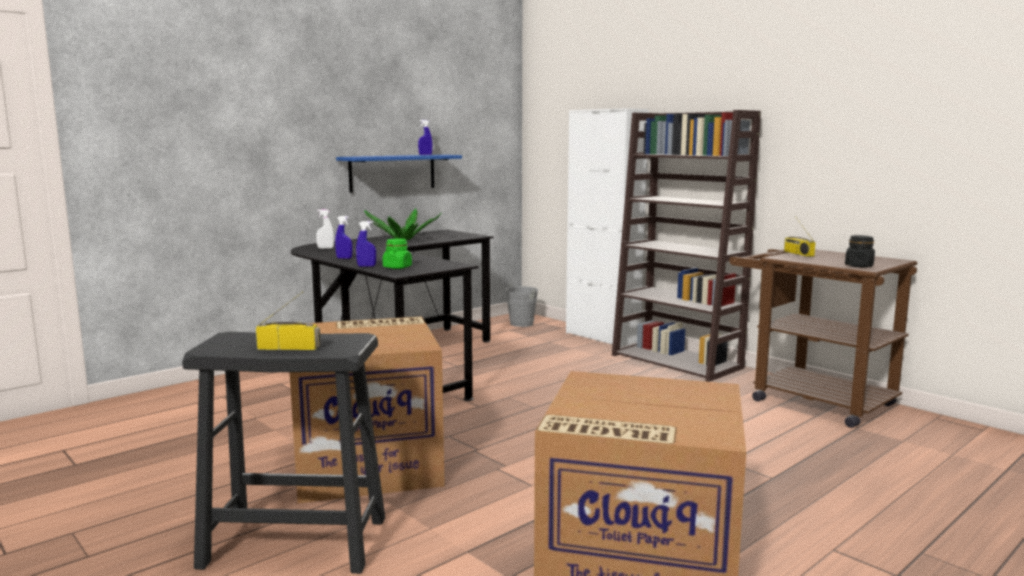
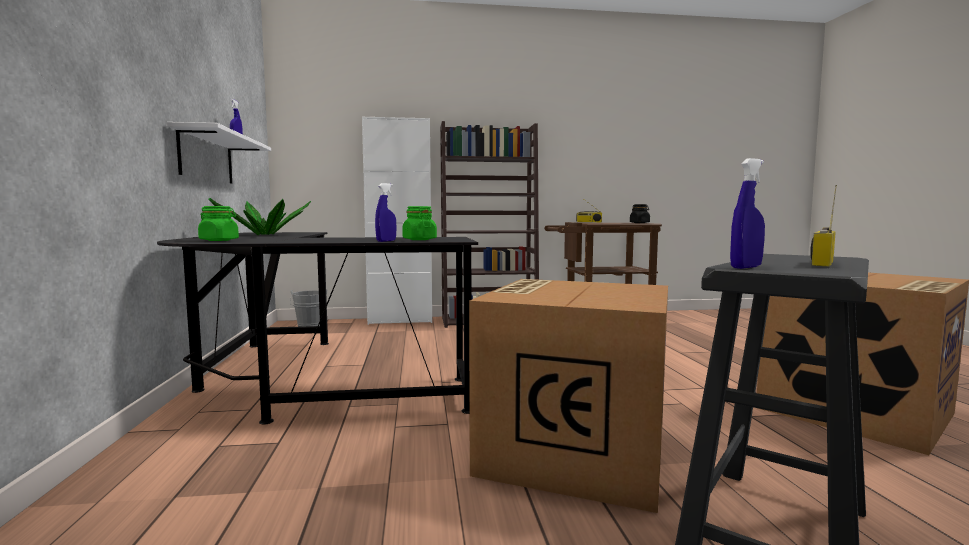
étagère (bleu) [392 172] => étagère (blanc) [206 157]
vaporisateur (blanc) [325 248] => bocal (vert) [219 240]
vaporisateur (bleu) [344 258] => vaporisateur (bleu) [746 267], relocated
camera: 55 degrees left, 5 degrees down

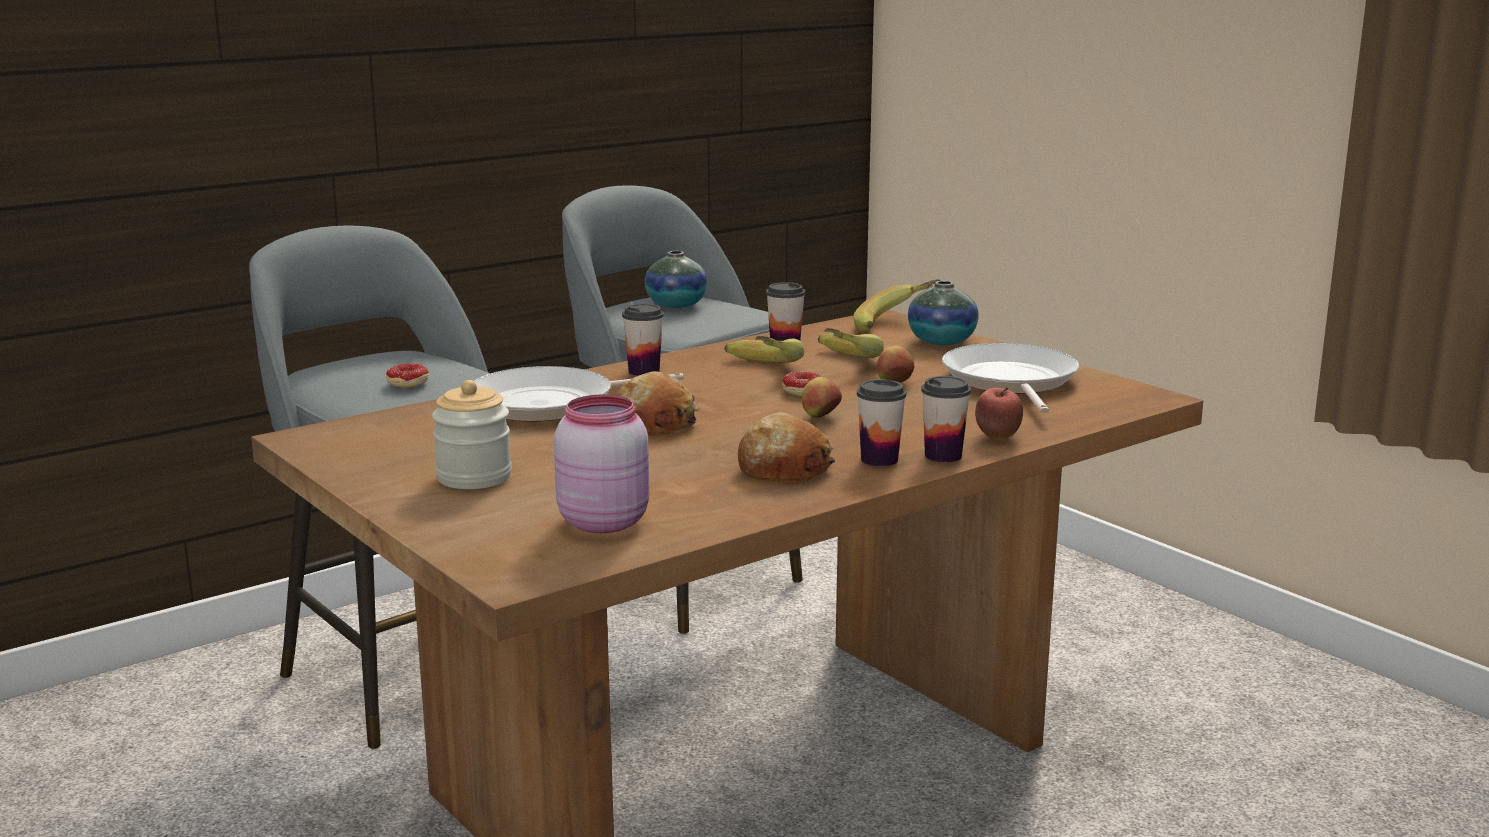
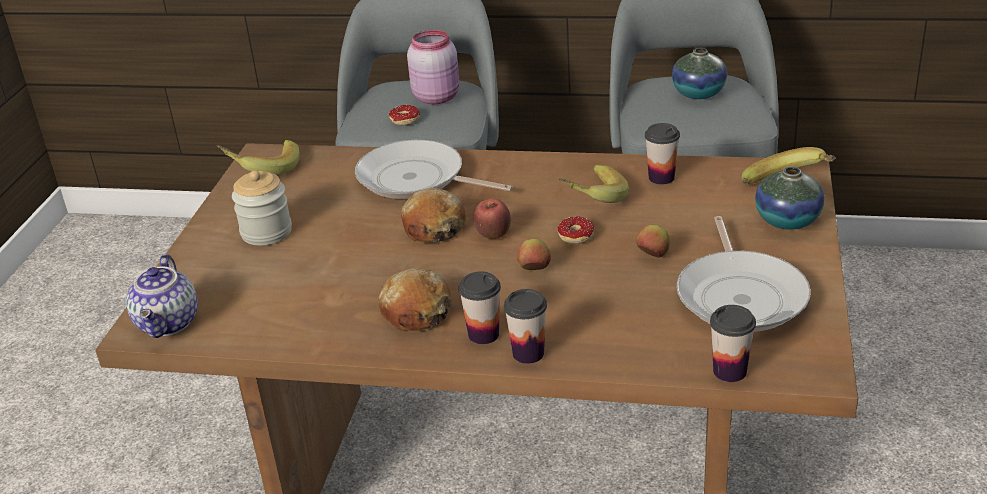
nothing => théière [169 323]
banane [838 363] => banane [263 169], relocated
bocal (rose) [603 521] => bocal (rose) [437 97], relocated
pomme [997 437] => pomme [493 235], relocated
poêle [1010 382] => poêle [741 295], 135 degrees clockwise
tasse [644 371] => tasse [729 371], relocated
camera: 50 degrees right, 15 degrees up

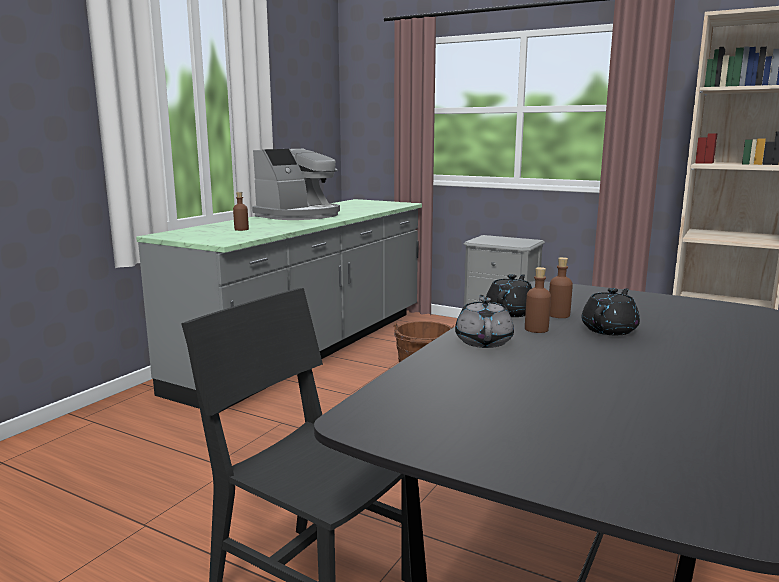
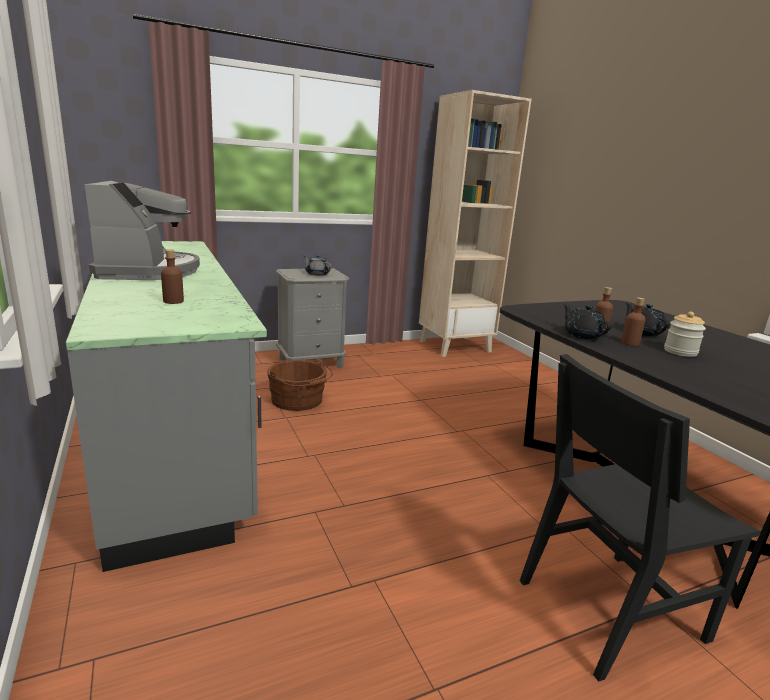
théière (gris) [484 341] => théière (gris) [317 274], relocated
nothing => bocal [680 352]
camera: 55 degrees left, 5 degrees up

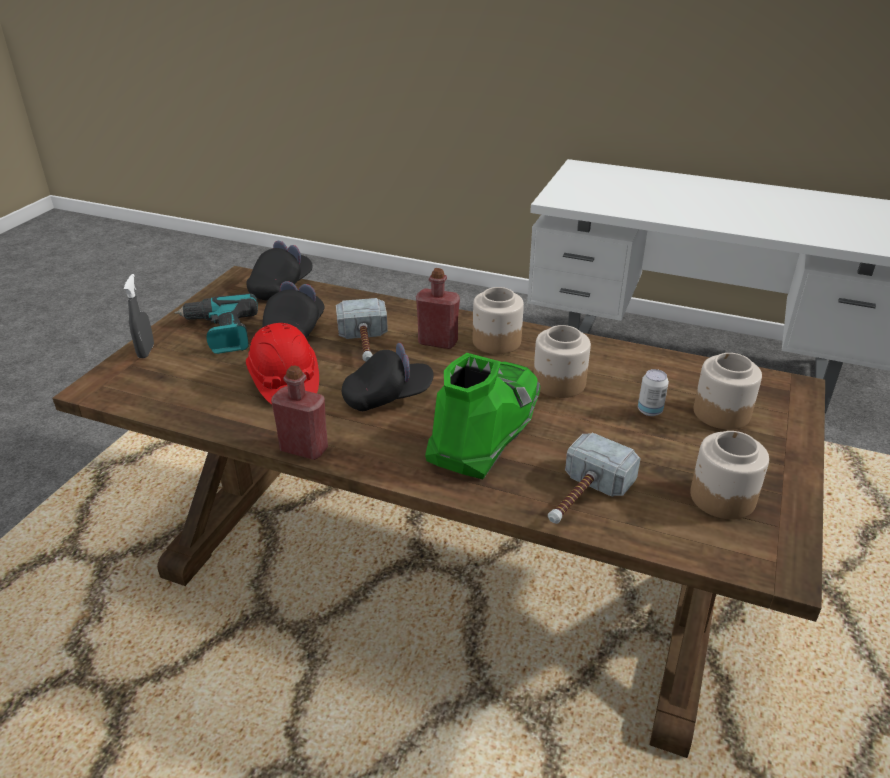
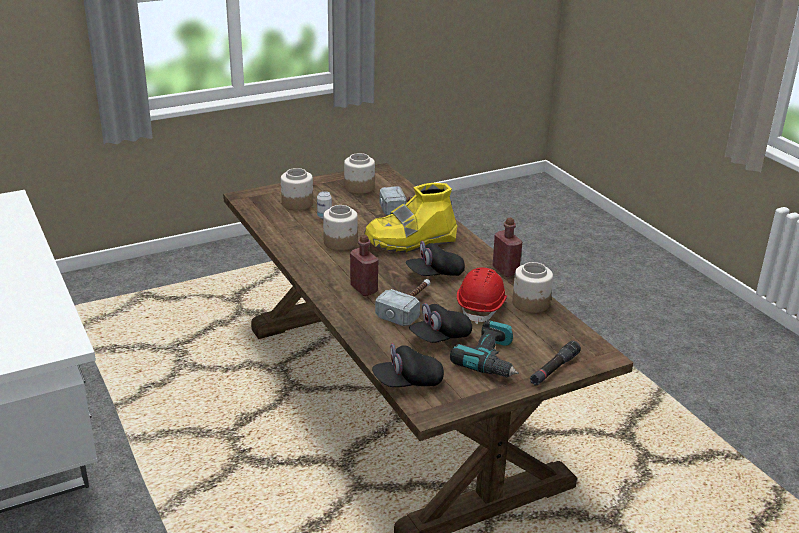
botte (vert) [485 431] => botte (jaune) [410 241]
casquette (noir) [388 397] => casquette (noir) [435 274], 45 degrees counterclockwise
bocal [496 341] => bocal [531 303], relocated
vaporisateur (gris) [146 351] => lampe de poche (noir) [554 369]
camera: 140 degrees left, 5 degrees down

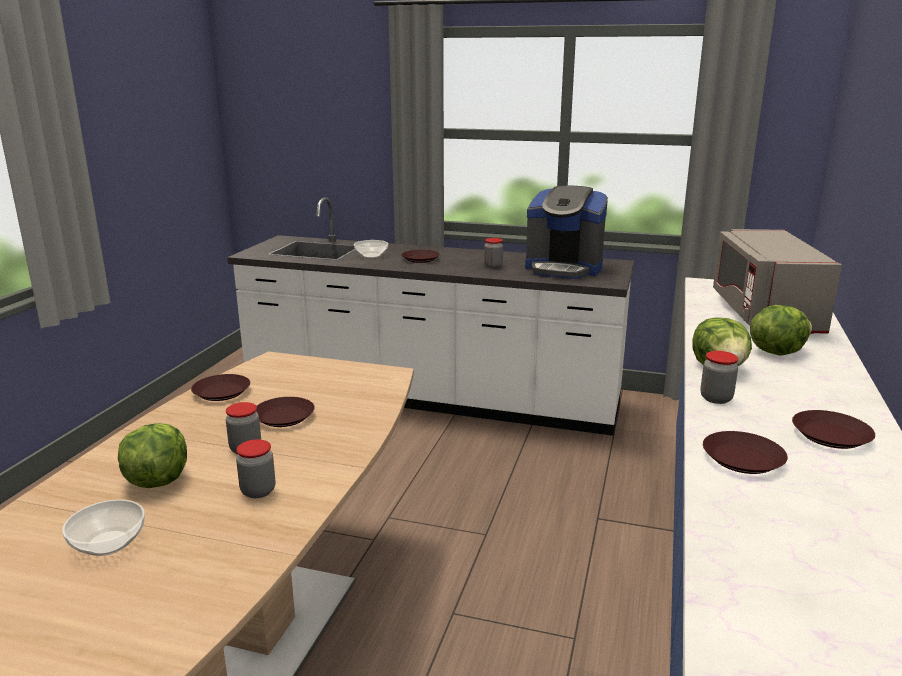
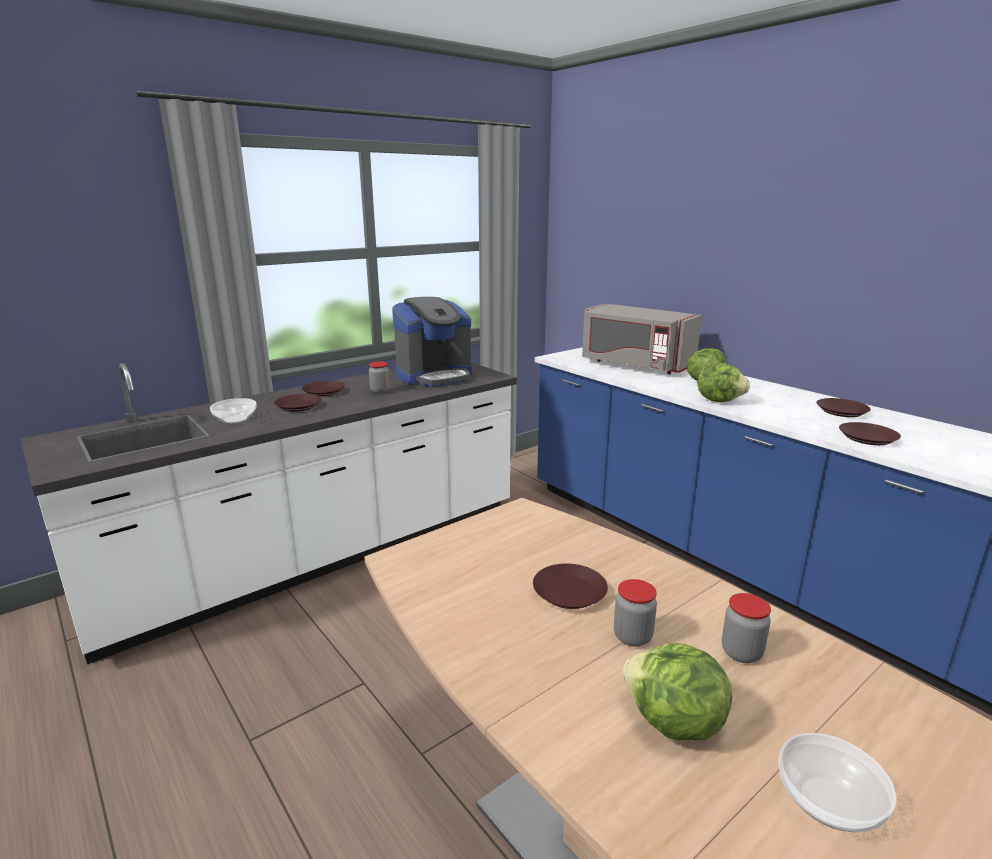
assiette (marron) [222 392] => assiette (marron) [324 392], relocated
bocal [716 398] => nothing
camera: 55 degrees left, 0 degrees up

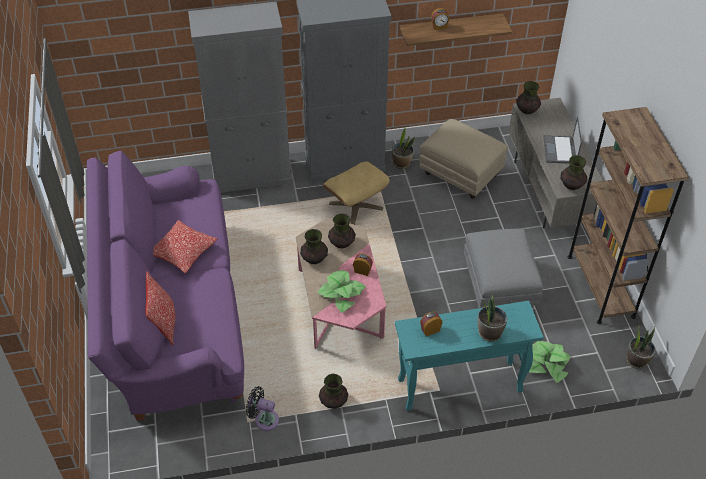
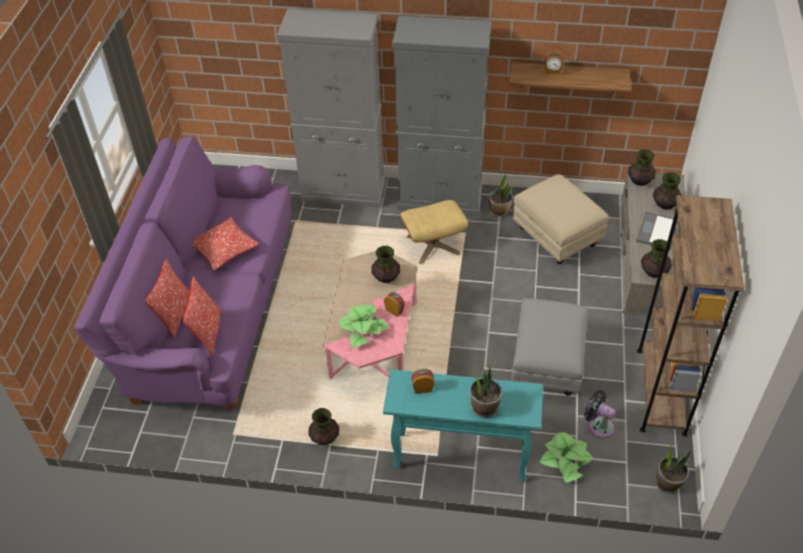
nothing => coussin [208 332]
ventilateur (noir) [264 419] => ventilateur (noir) [598 426], relocated
vase [314 259] => vase [665 204], relocated
camera: 20 degrees right, 0 degrees up

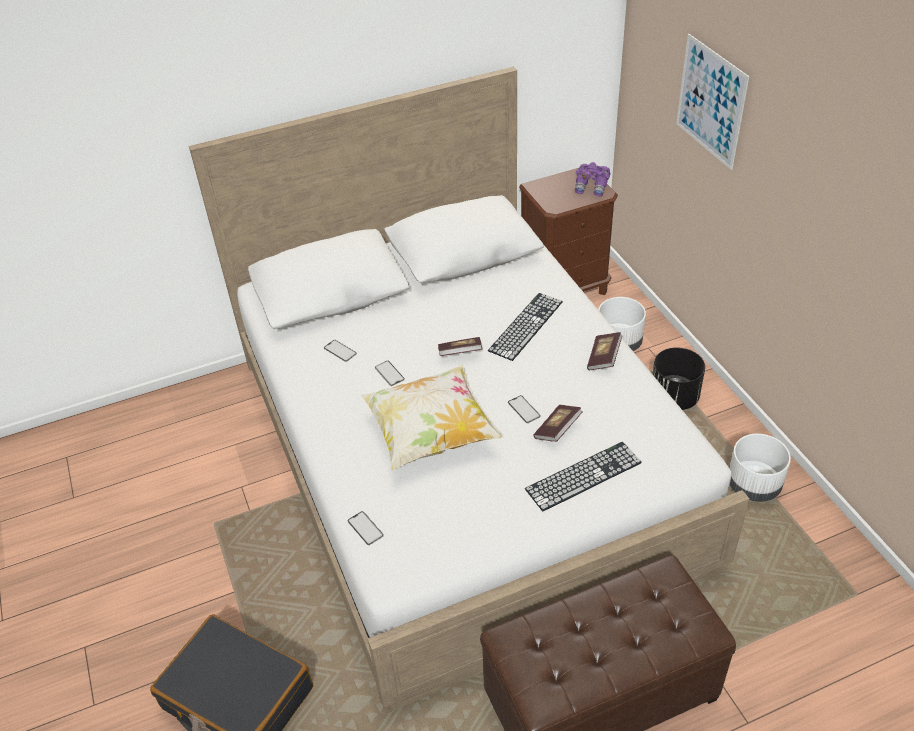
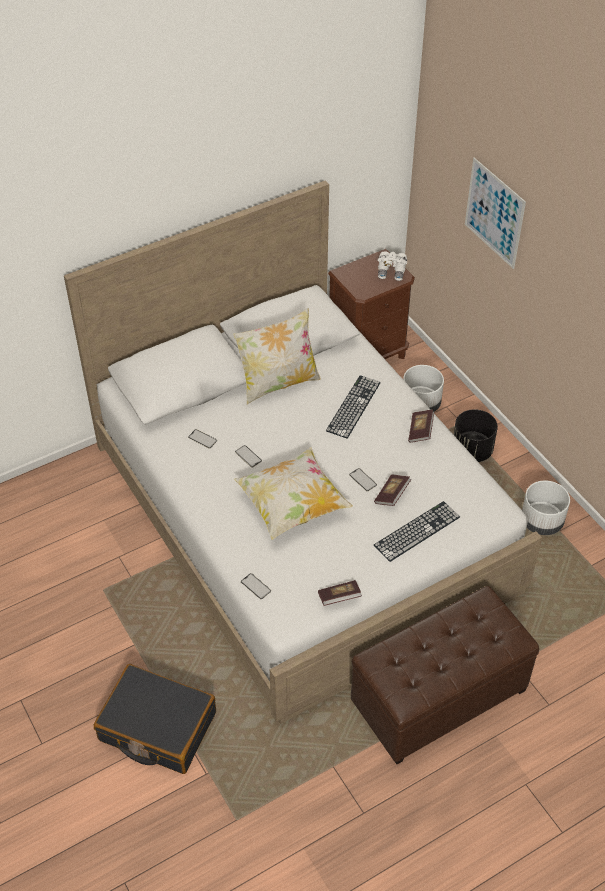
nothing => coussin [278 383]
livre [460 353] => livre [339 598], relocated
jumelles (violet) [591 187] => jumelles (blanc) [391 272]
camera: 10 degrees left, 5 degrees up

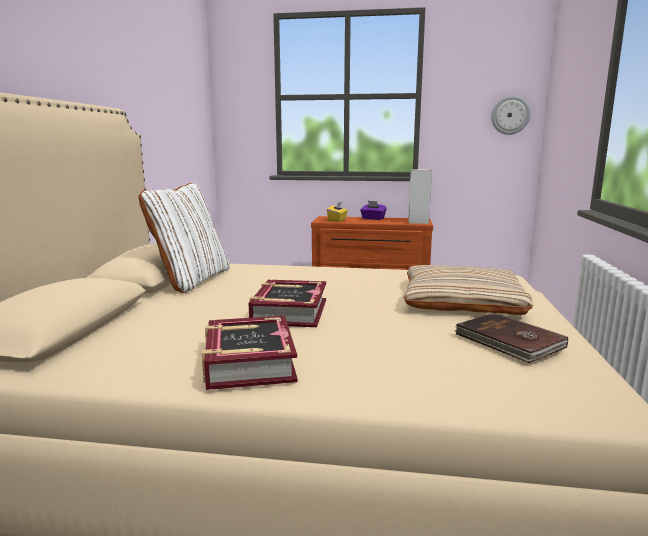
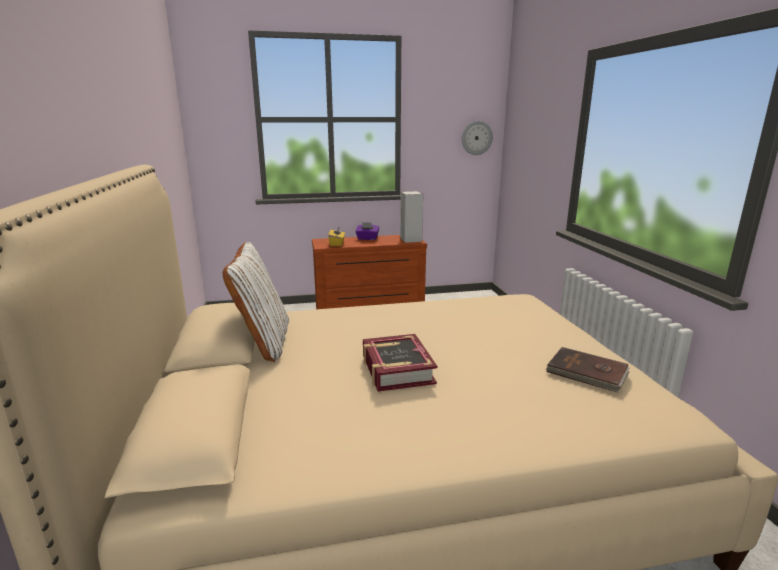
livre [248 362] => nothing
coussin (beige) [461 299] => nothing
camera: 20 degrees left, 5 degrees up

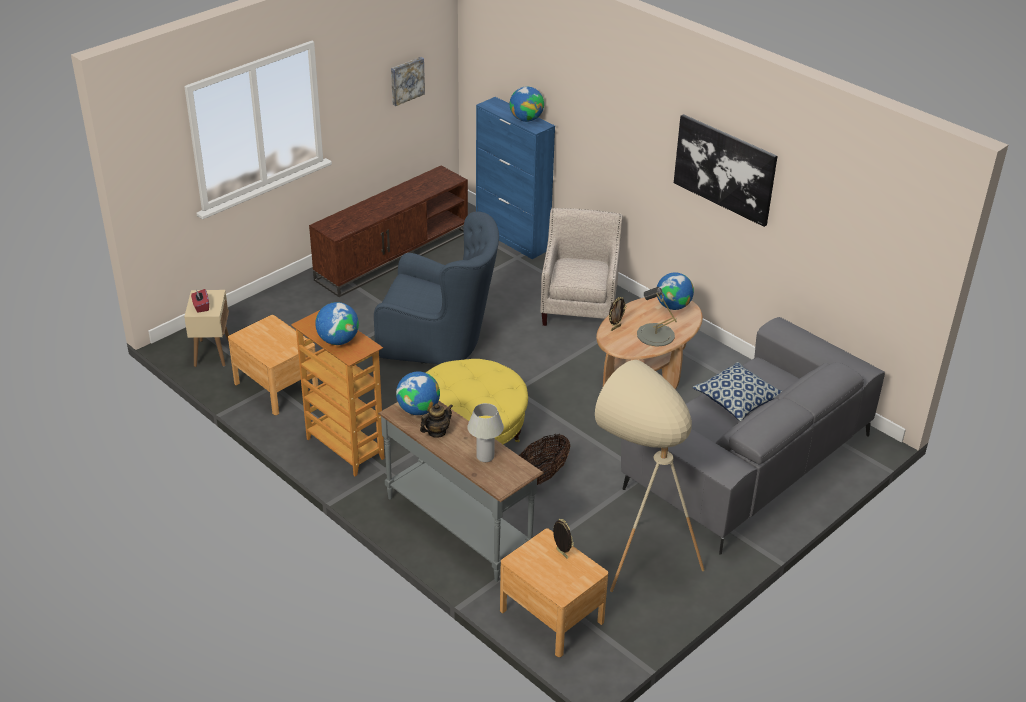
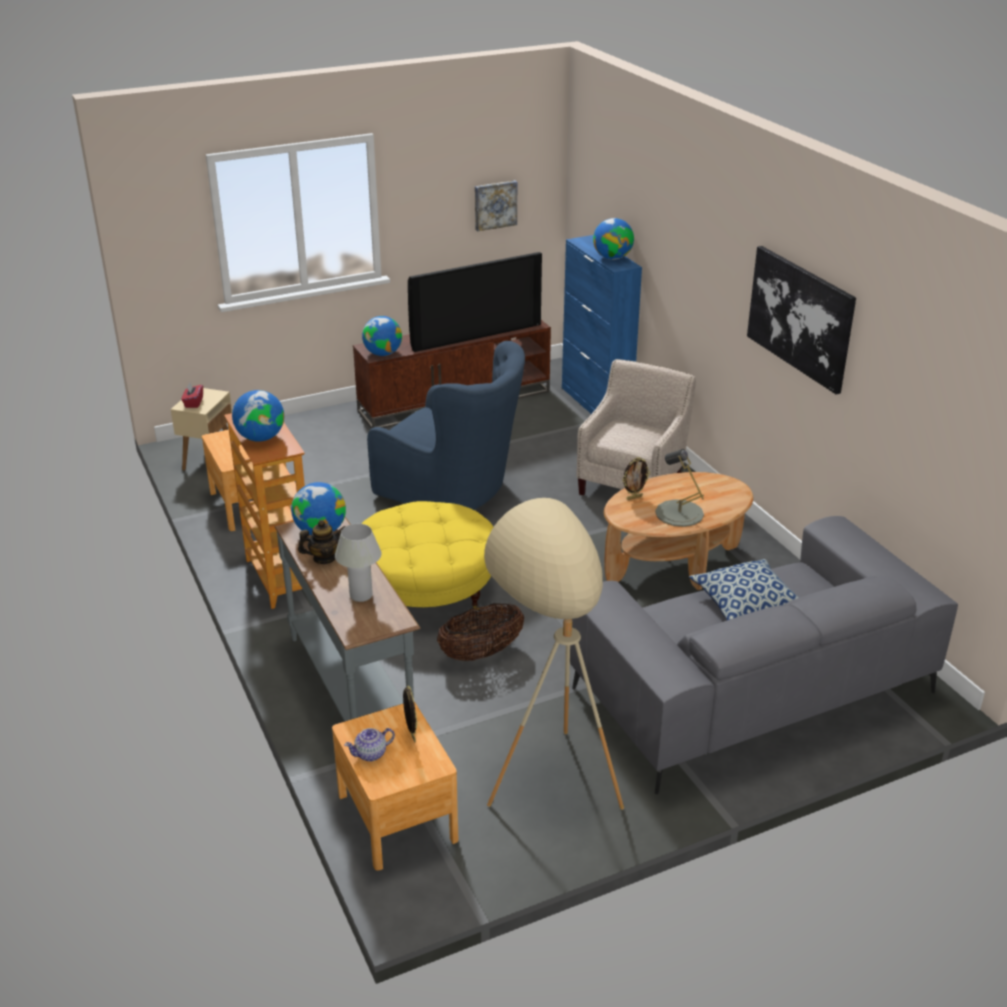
nothing => théière [371 754]
globe [673 306] => globe [383 354], relocated
nothing => téléviseur [475 334]
camera: 20 degrees right, 5 degrees down

